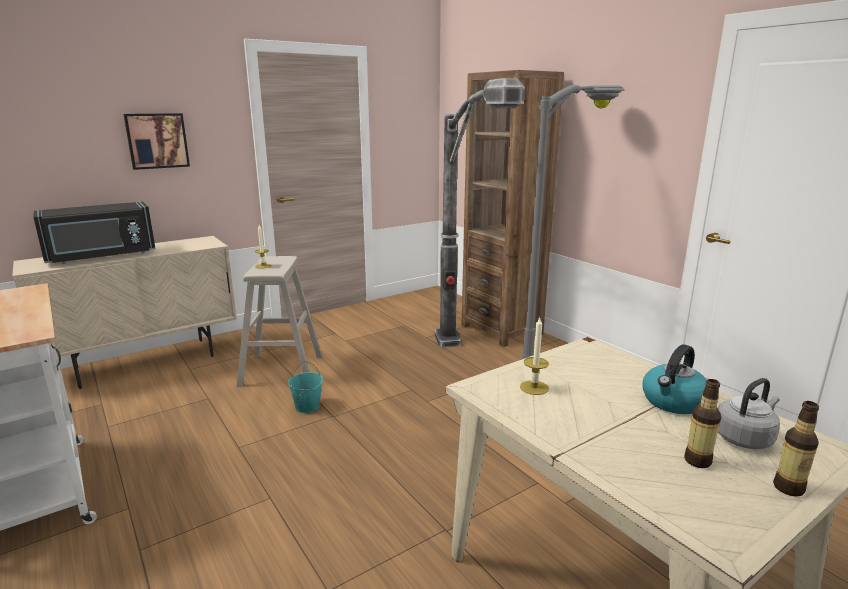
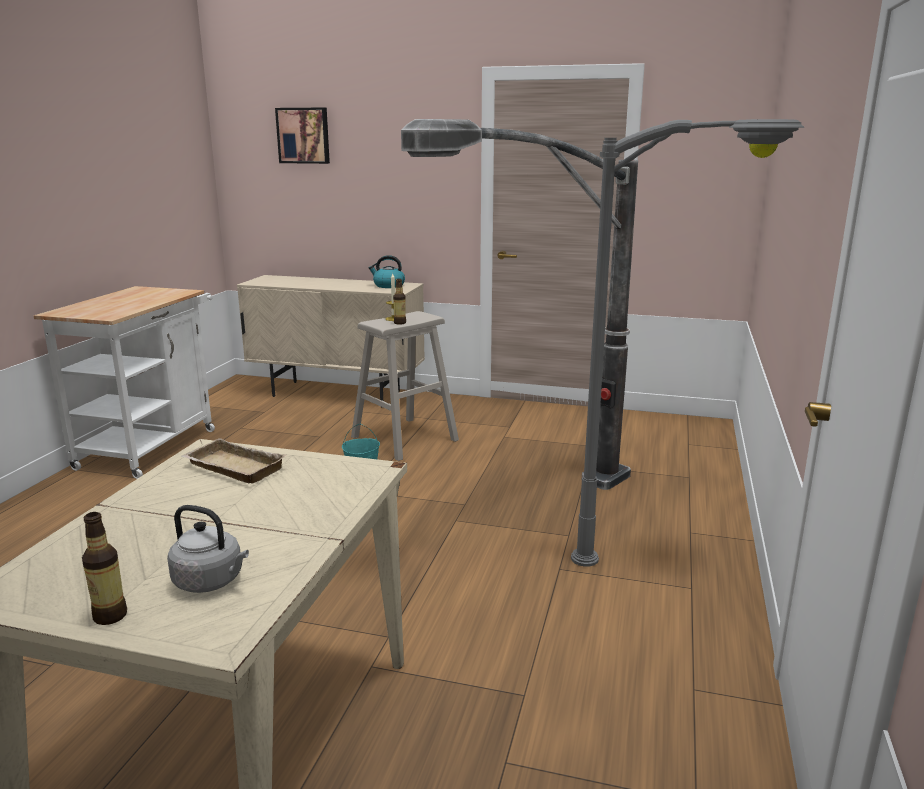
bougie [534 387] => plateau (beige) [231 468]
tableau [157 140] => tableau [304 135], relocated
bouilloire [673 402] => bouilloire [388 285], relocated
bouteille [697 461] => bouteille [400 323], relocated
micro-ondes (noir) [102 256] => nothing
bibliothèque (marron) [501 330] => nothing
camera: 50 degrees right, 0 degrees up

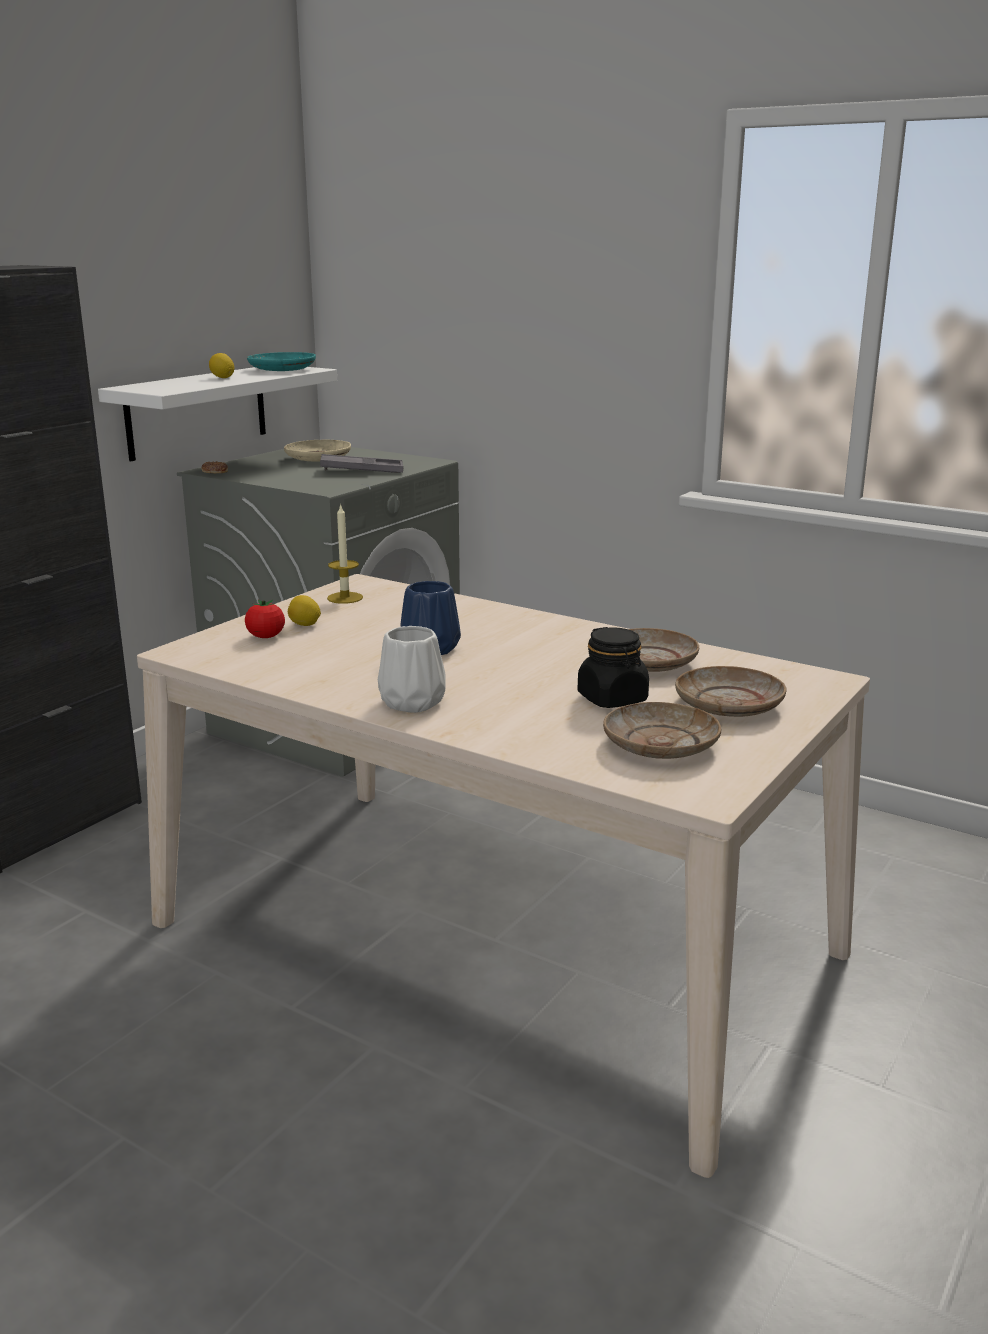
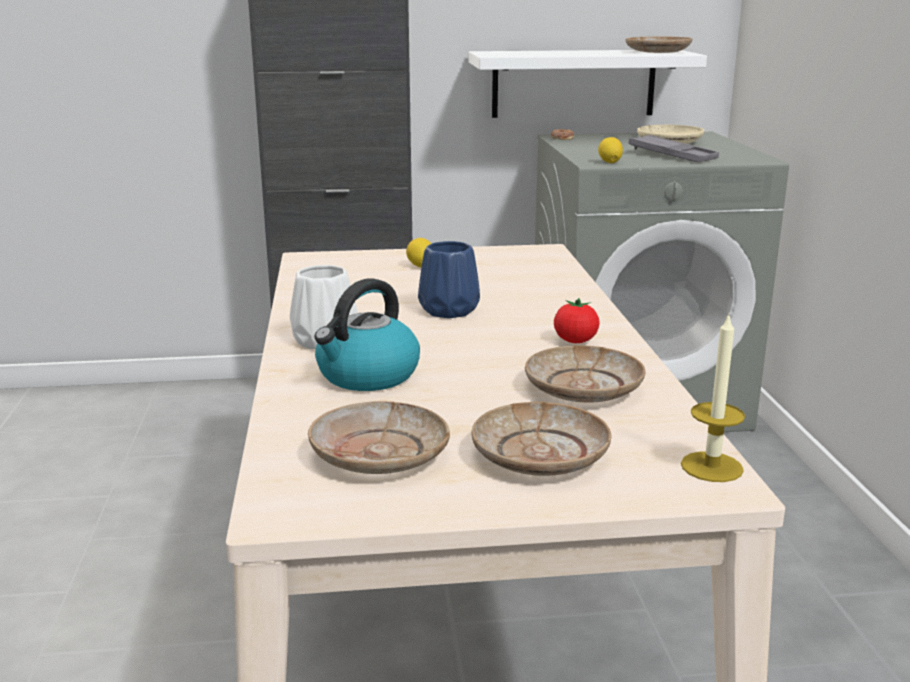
nothing => bouilloire [367 376]
tomate [266 637] => tomate [575 341], relocated
citron [222 378] => citron [609 162], relocated
assiette (turquoise) [282 369] => assiette (beige) [658 52]
bougie [345 598] => bougie [711 467], relocated
bocal (noir) [612 699] => nothing
camera: 50 degrees right, 0 degrees up

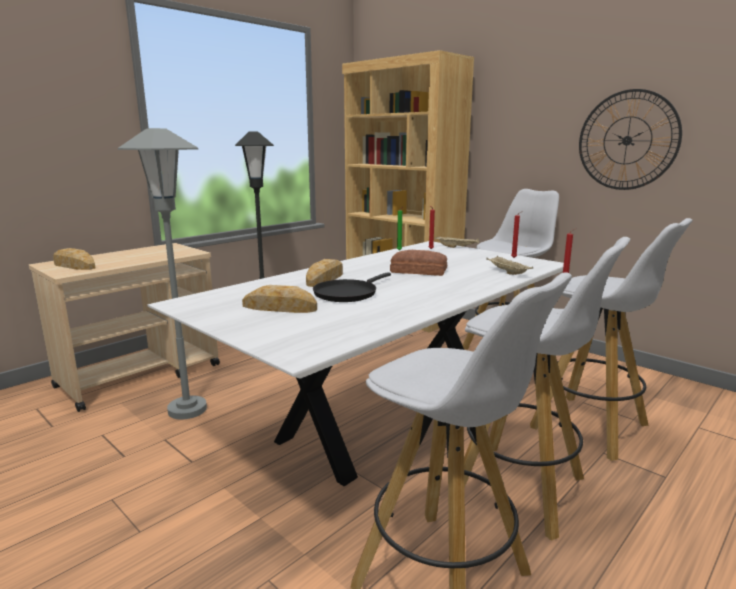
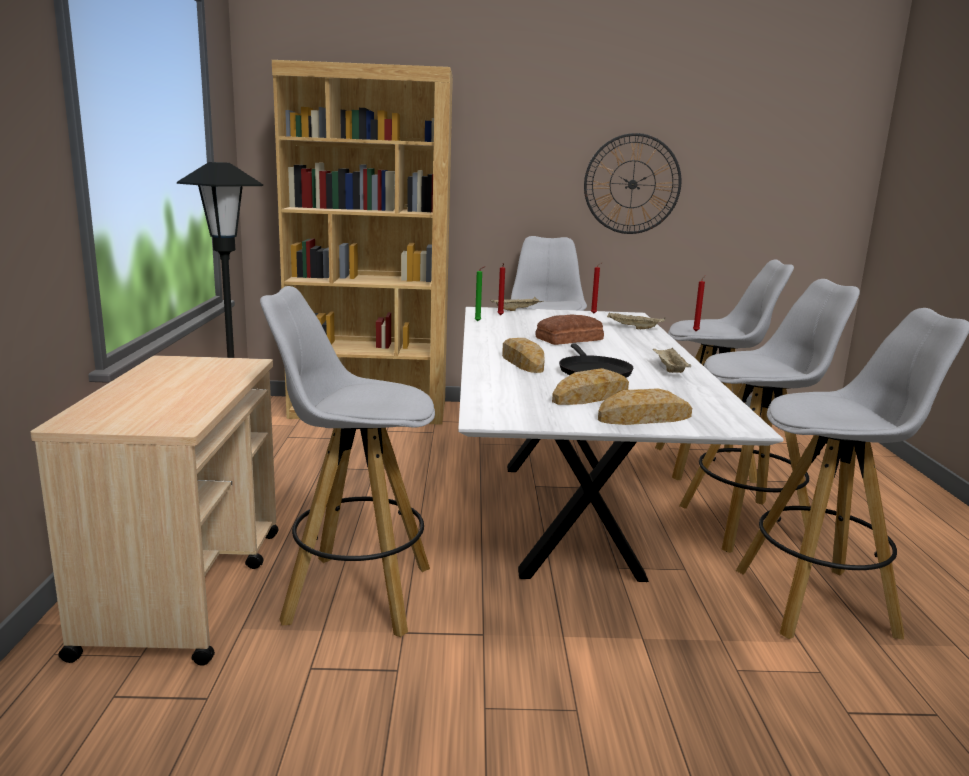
lampadaire (gris) [187 409] => tabouret (blanc) [355 594]
pain [74 265] => pain [644 418], relocated
nothing => plateau (beige) [669 369]
camera: 45 degrees left, 0 degrees up

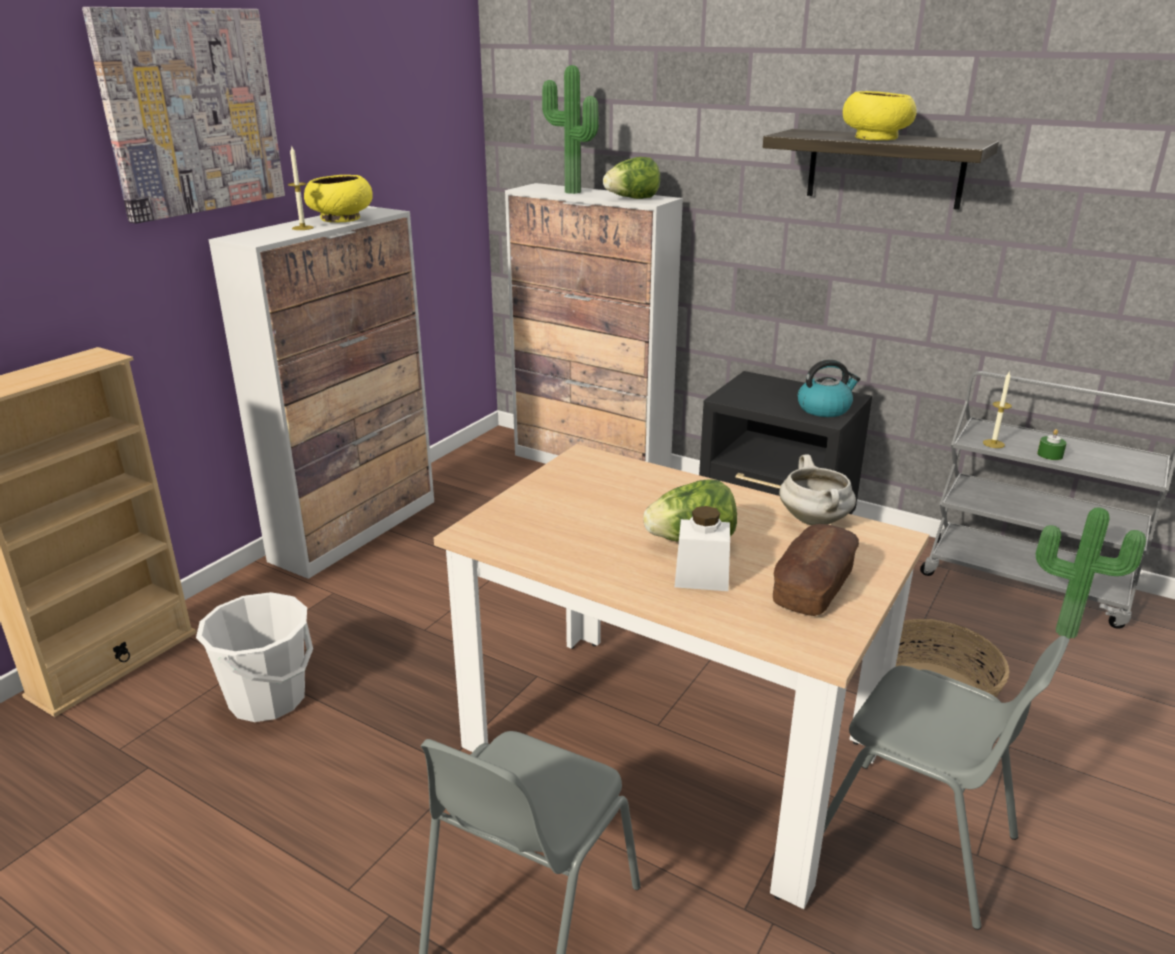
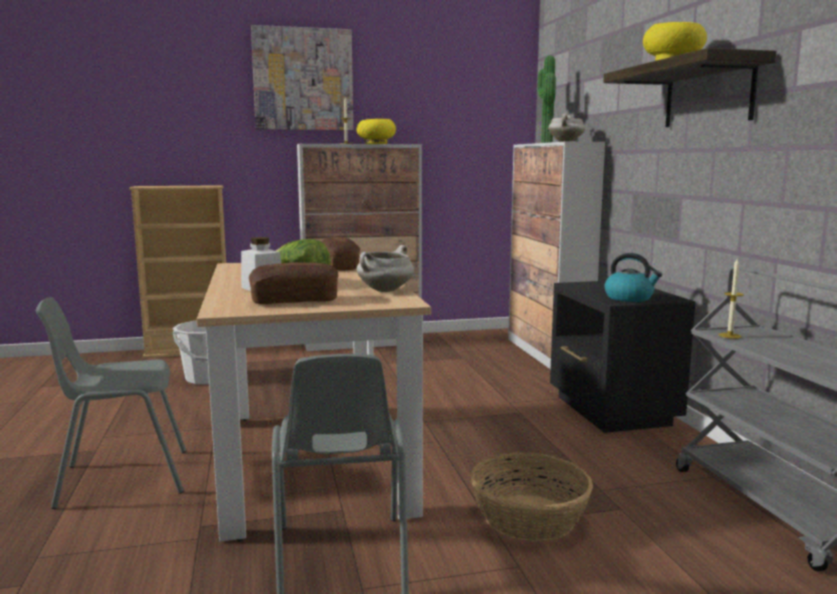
nothing => pain [339 266]
laitue [632 199] => marmite (blanc) [566 141]
plante en pot [1065 630] => nothing
bougie (vert) [1050 455] => nothing
camera: 45 degrees right, 15 degrees down

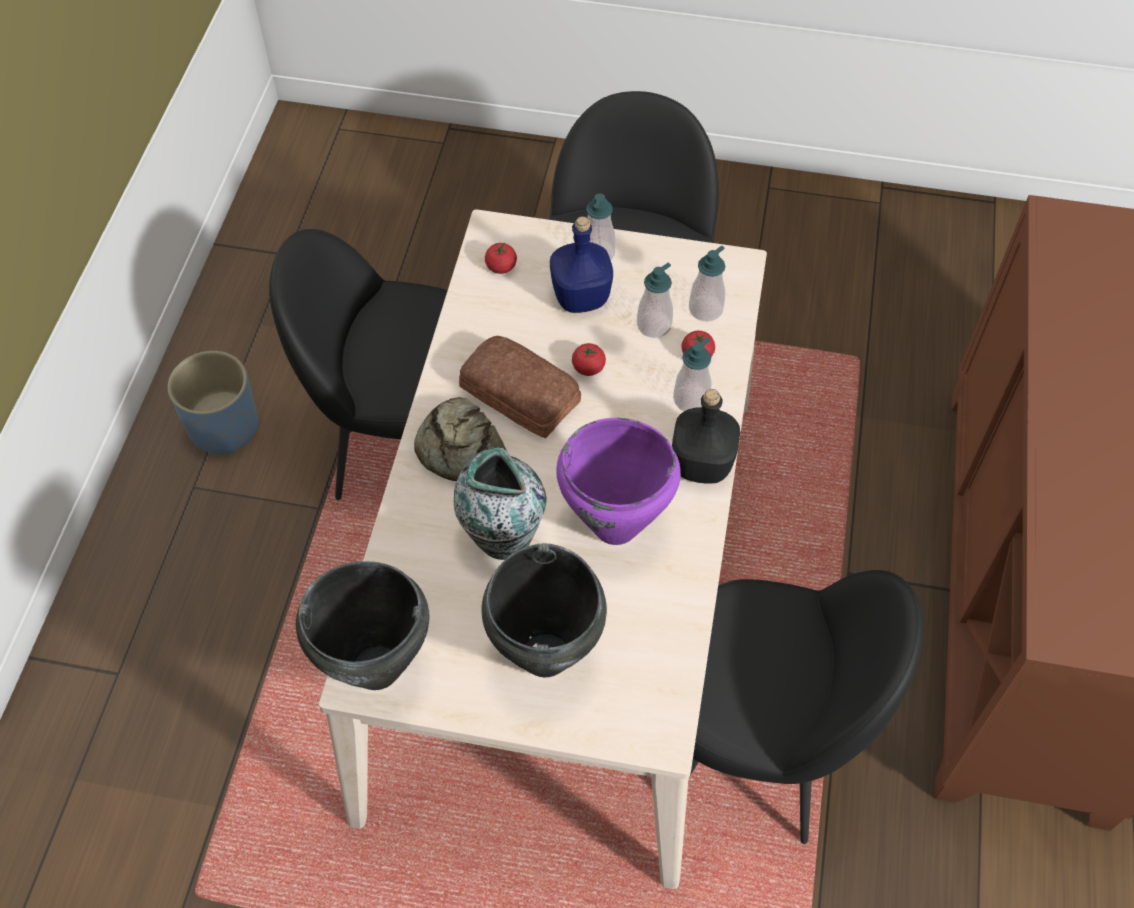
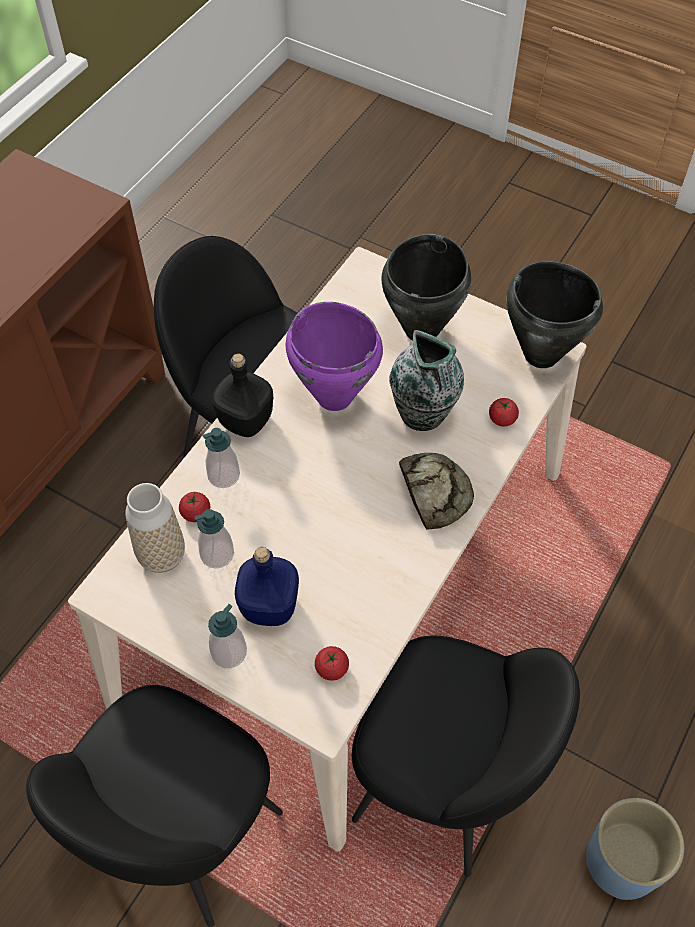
distributeur de savon [705 309] => vase [162 556]
tomate [588 368] => tomate [502 419], relocated
pain [519 396] => nothing
camera: 160 degrees left, 0 degrees up

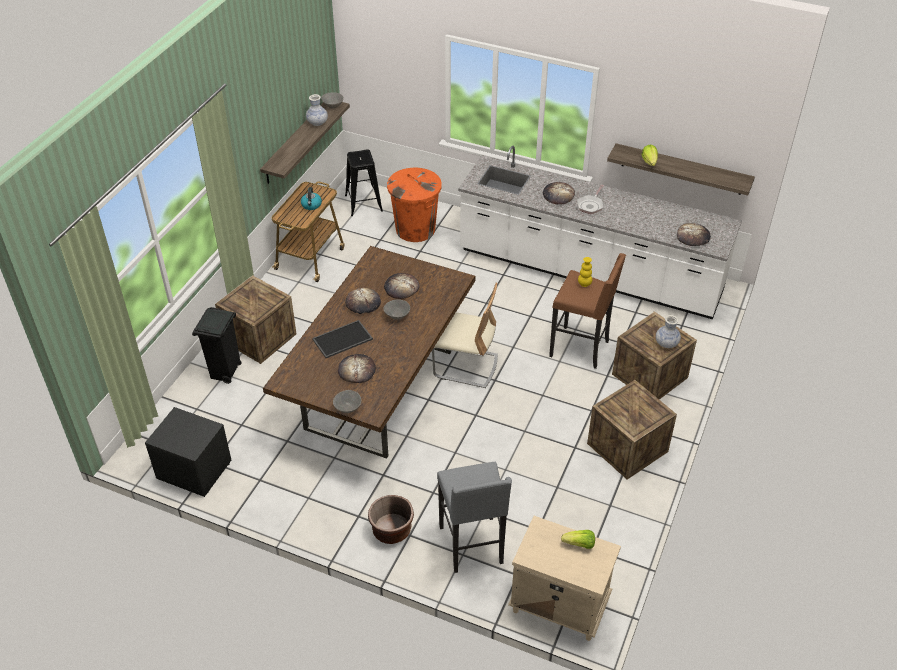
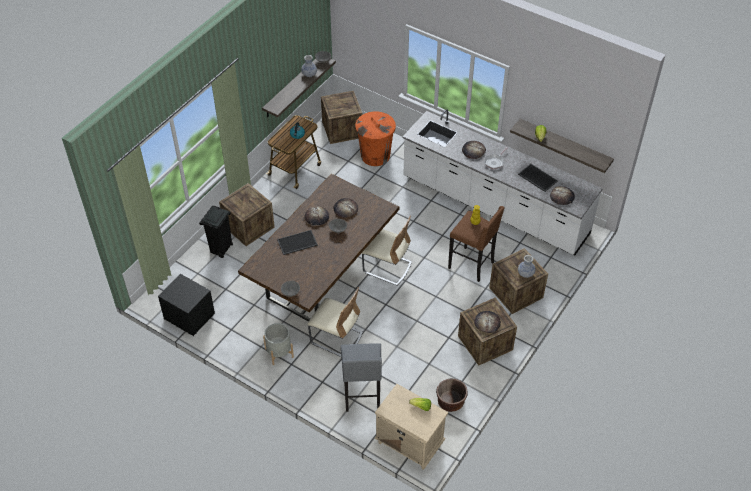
nothing => cache-pot (gris) [279 352]
nothing => chaise (beige) [336 338]
tabouret (noir) [363 203] => caisse [342 129]
cache-pot (marron) [392 530] => cache-pot (marron) [450 402], relocated
pain [357 370] => pain [487 322], relocated
nothing => plateau [537 178]
camera: 10 degrees right, 5 degrees up

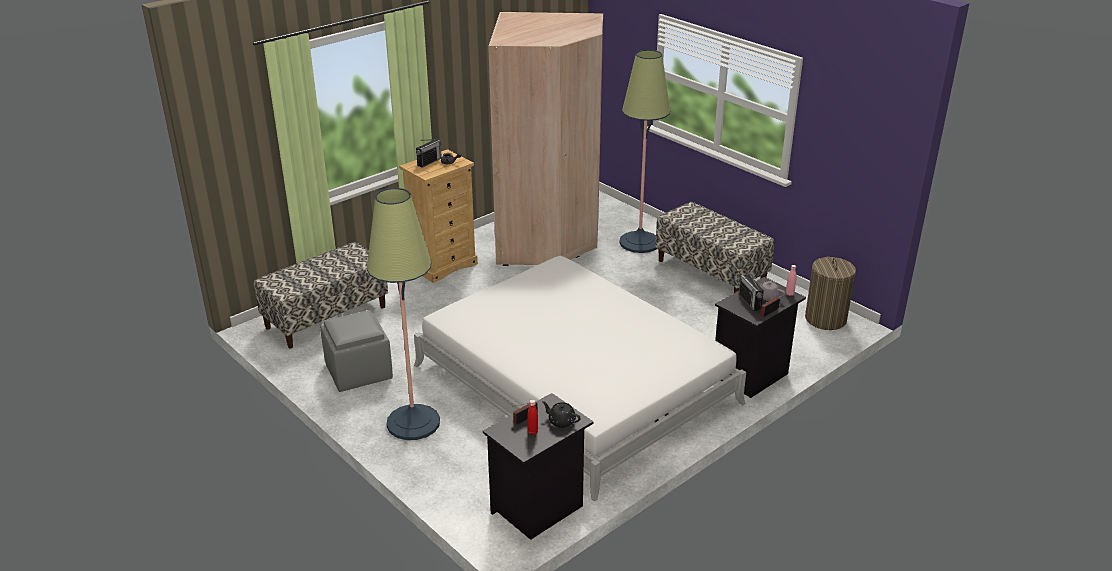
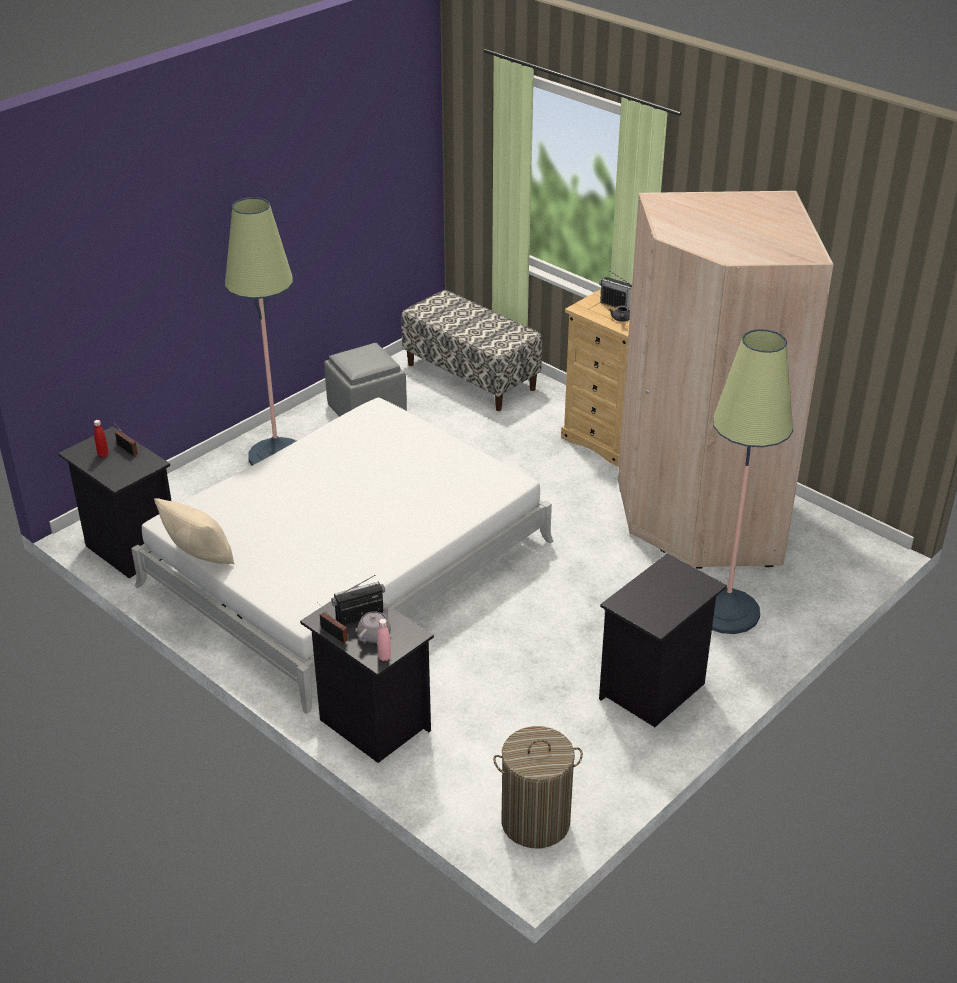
nothing => coussin (beige) [199 556]
banc [711 272] => table de chevet (noir) [654 690]
théière (noir) [561 421] => nothing
camera: 85 degrees right, 5 degrees up

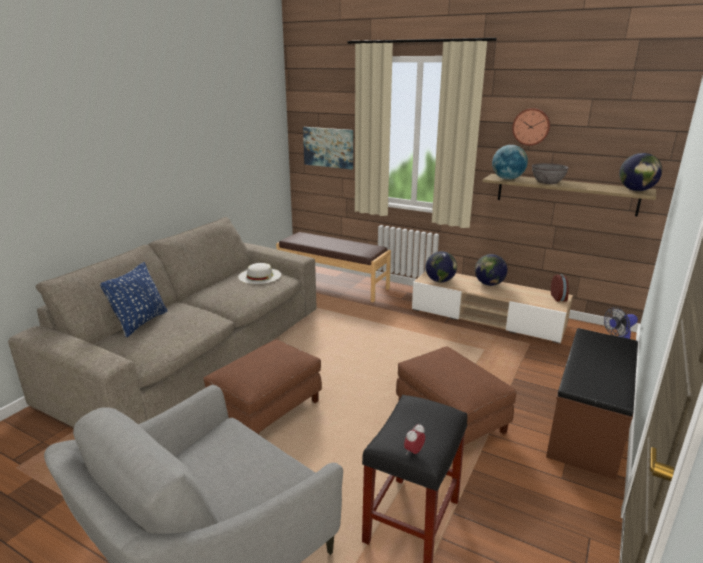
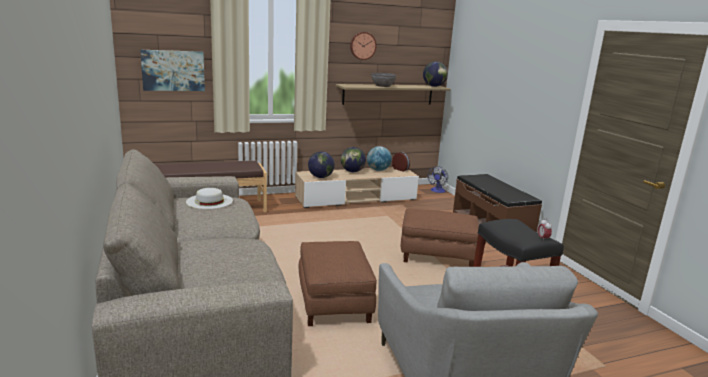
globe [507 179] => globe [378 170], relocated
coussin (bleu) [141 323] => nothing
camera: 50 degrees left, 5 degrees down

